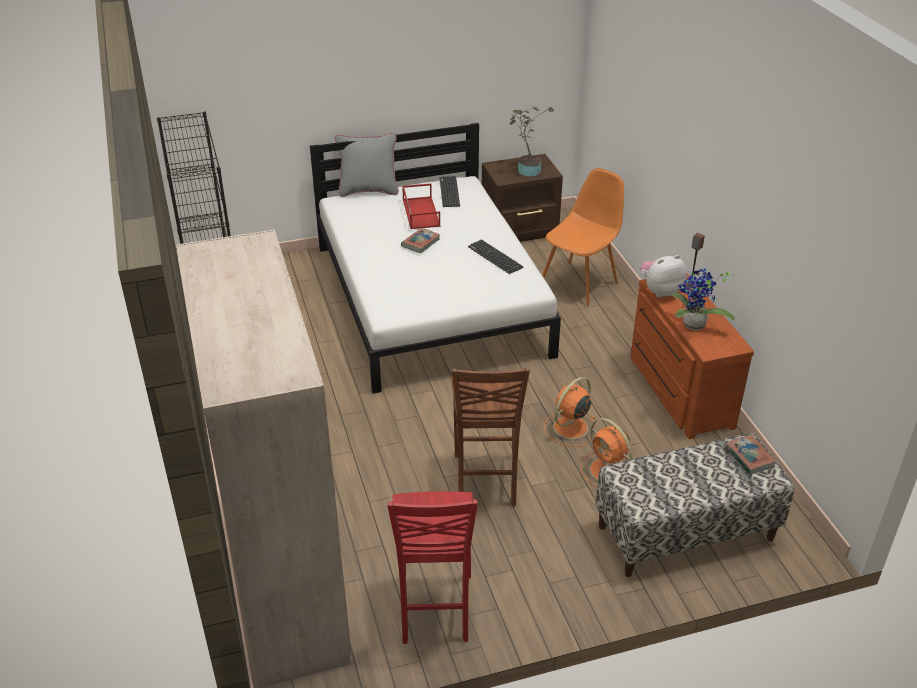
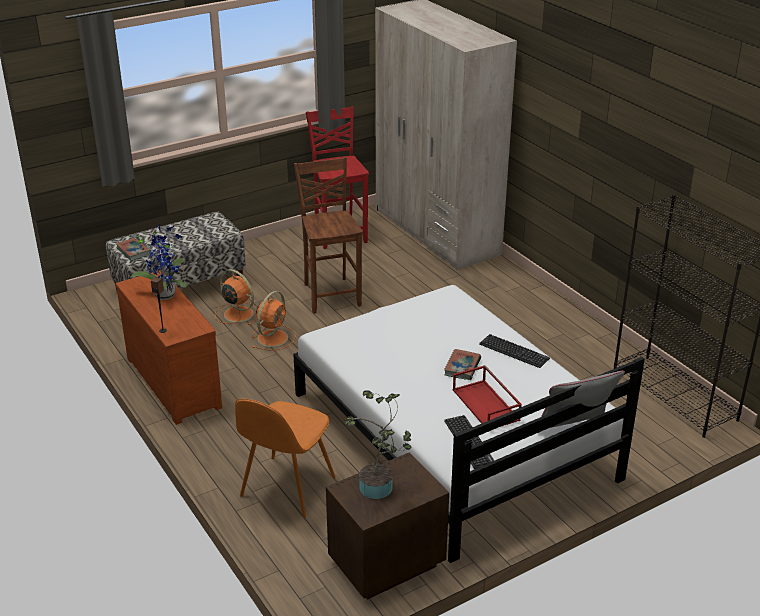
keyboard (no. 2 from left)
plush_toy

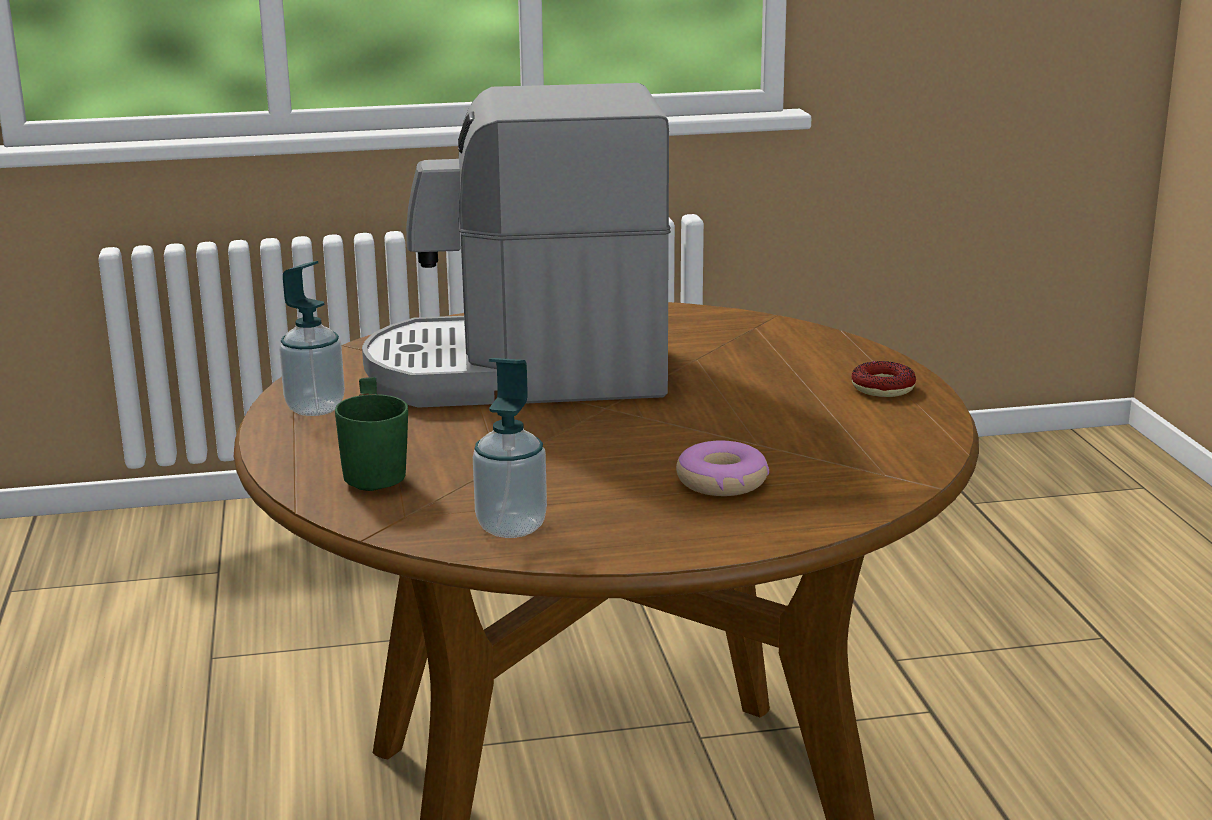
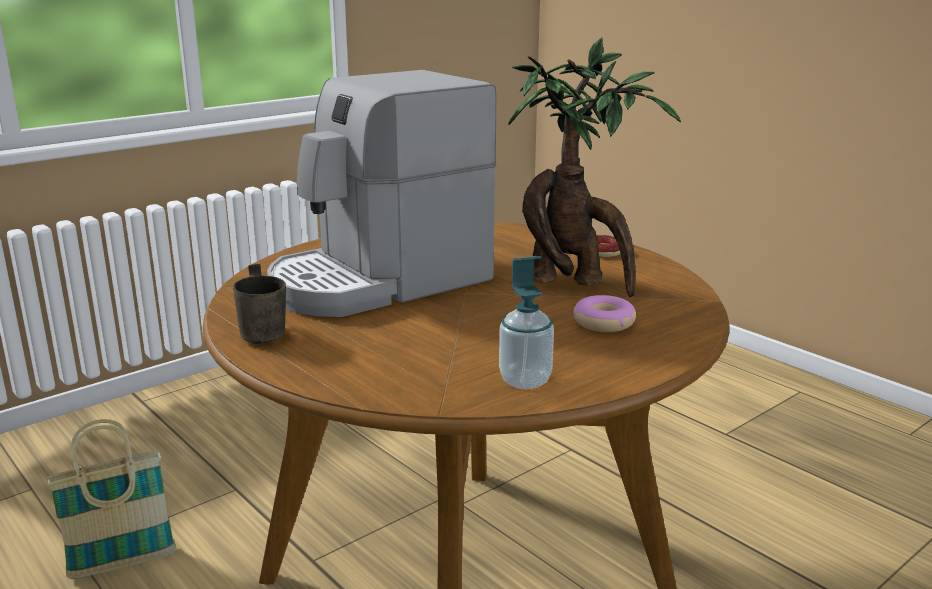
grey_mug
green_mug
basket
potted_plant

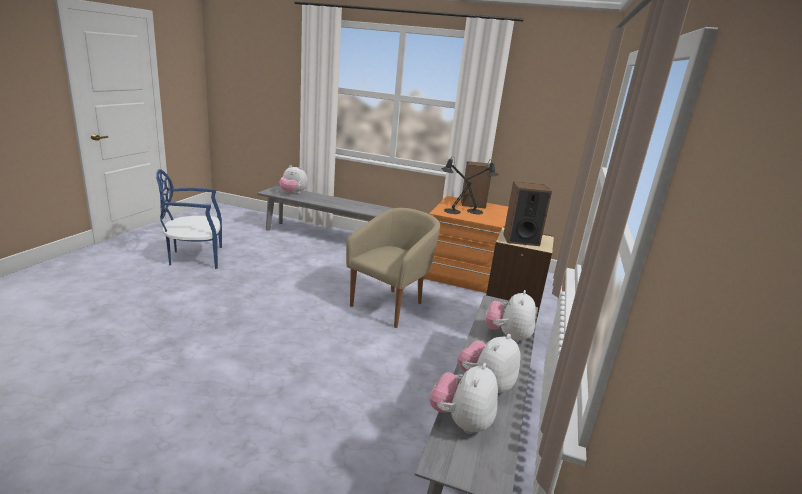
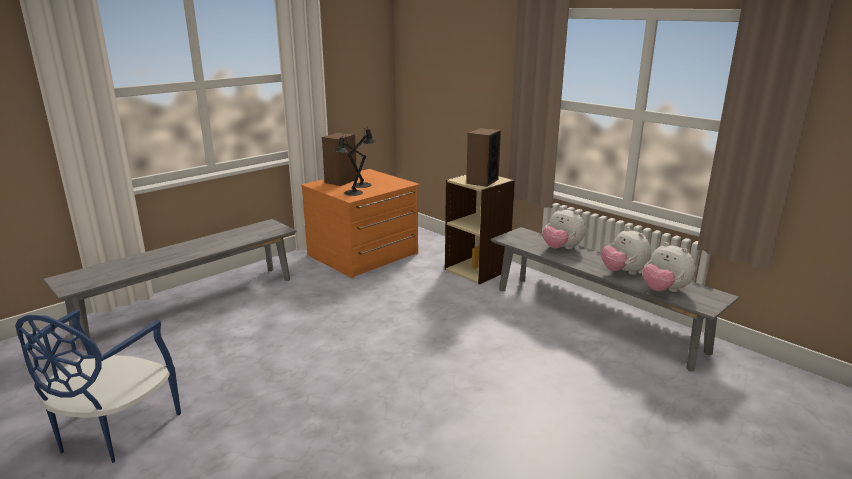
plush_toy (no. 1 from left in the first image)
beige_armchair

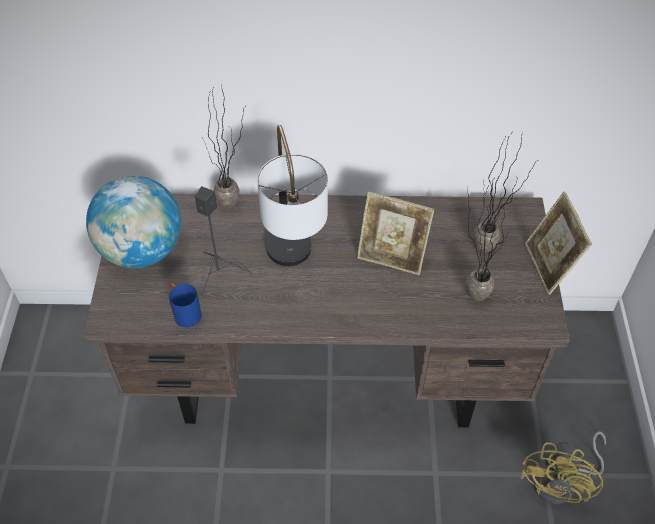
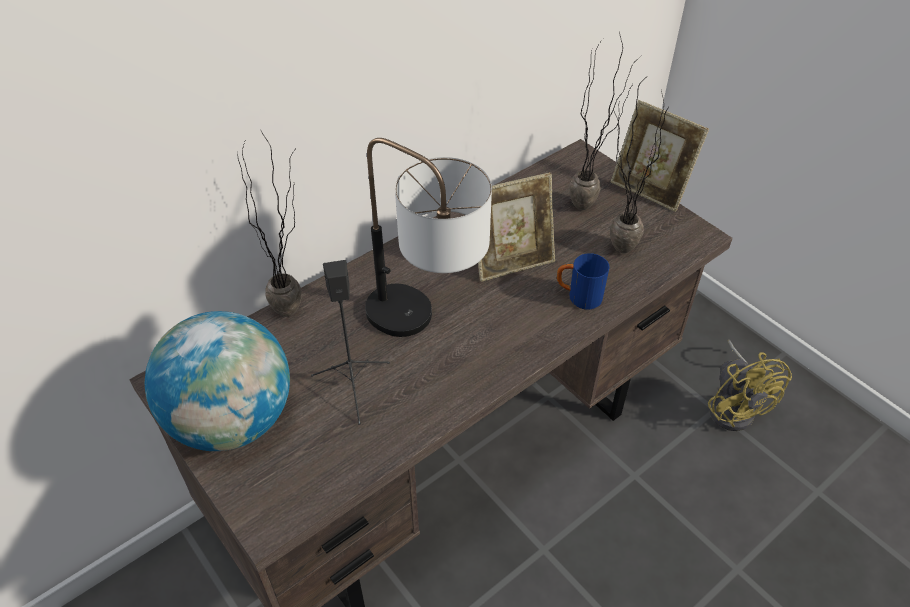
blue_mug

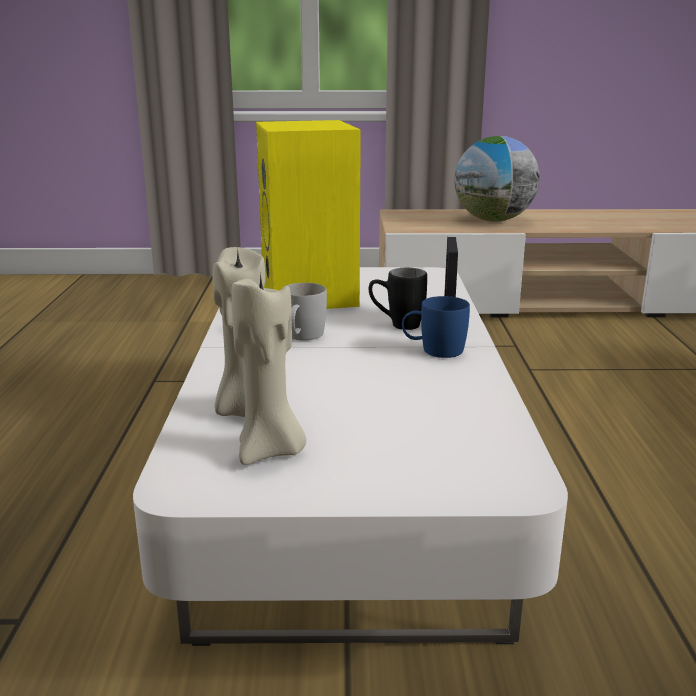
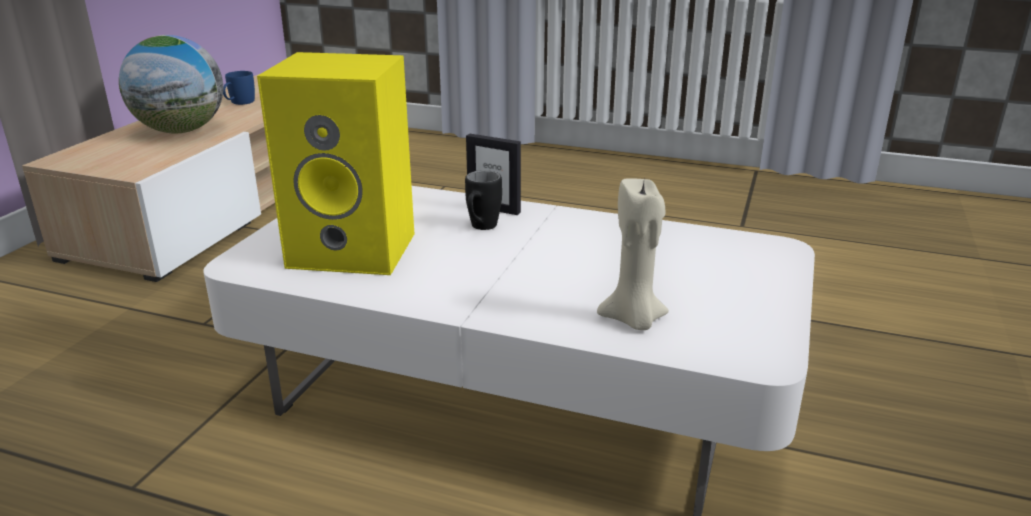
beige_candle (no. 2 from left in the first image)
white_mug
blue_mug

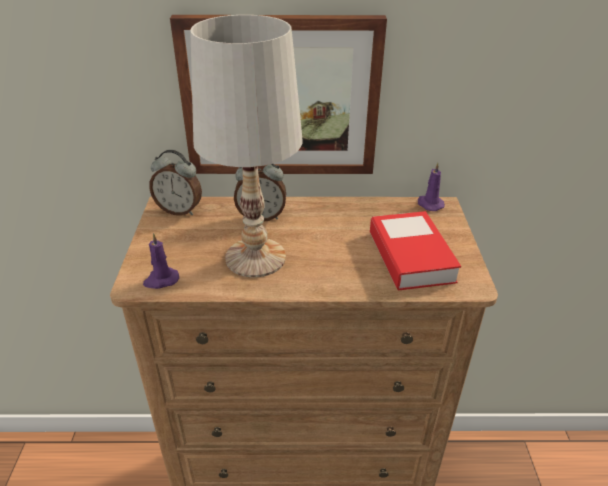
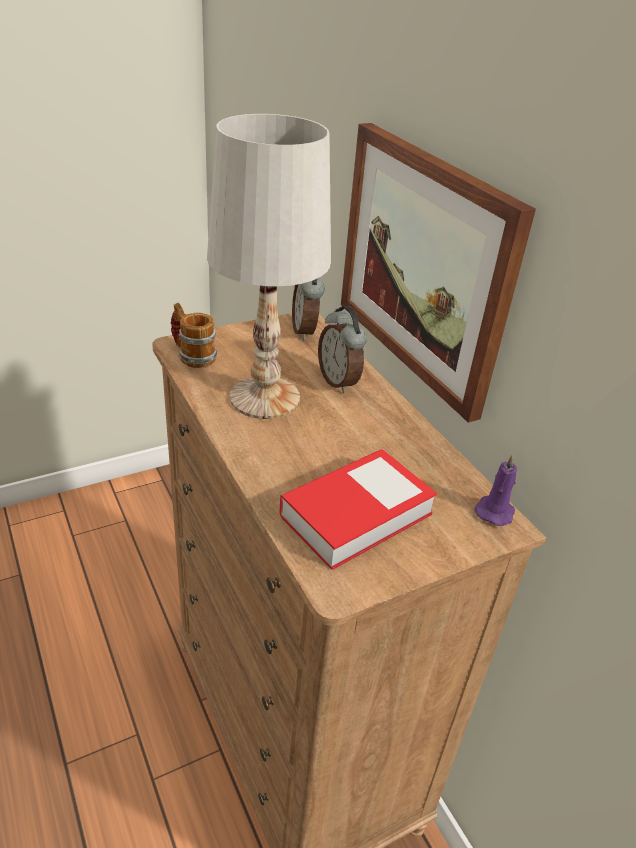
mug

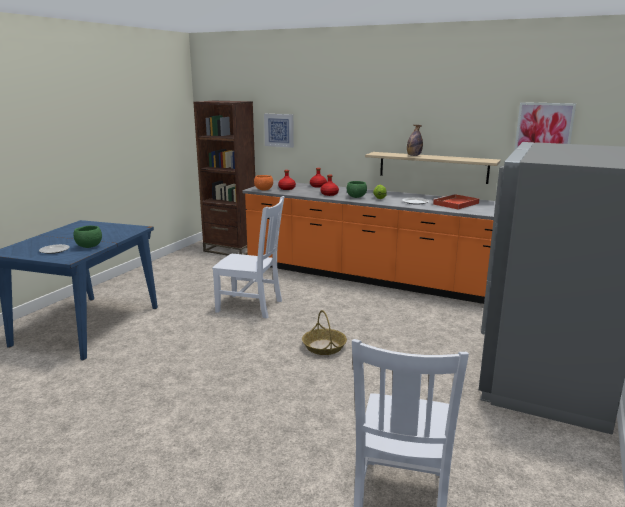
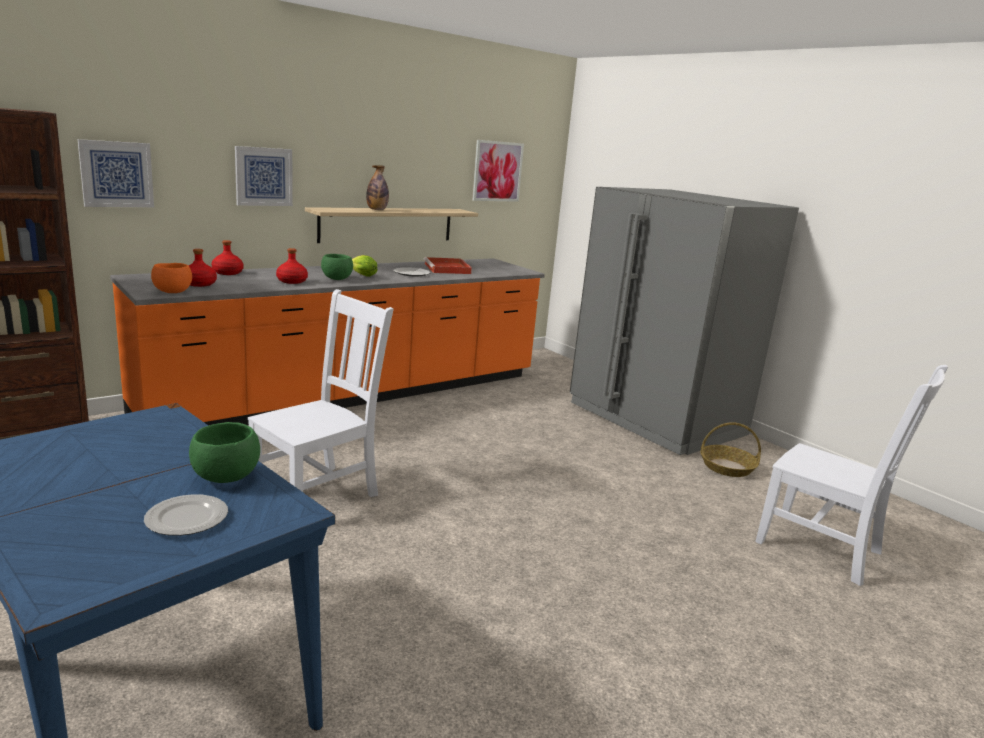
basket
picture (no. 2 from left)

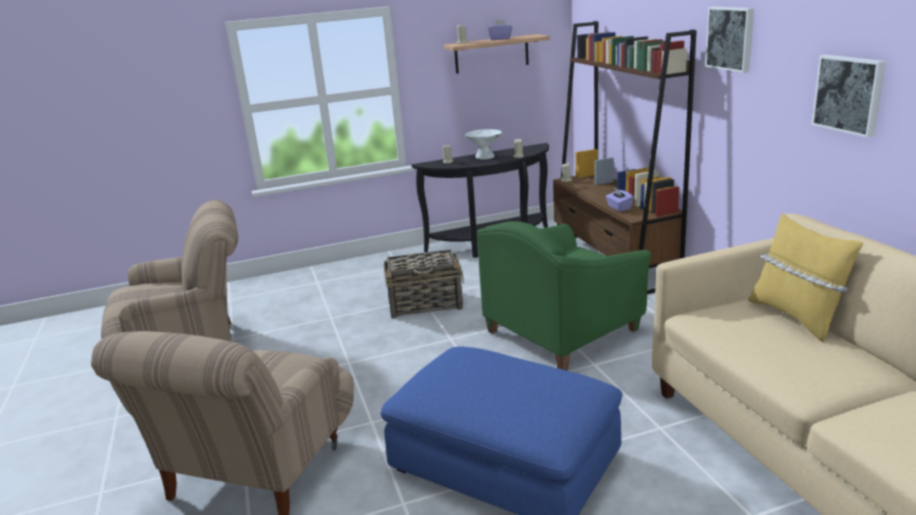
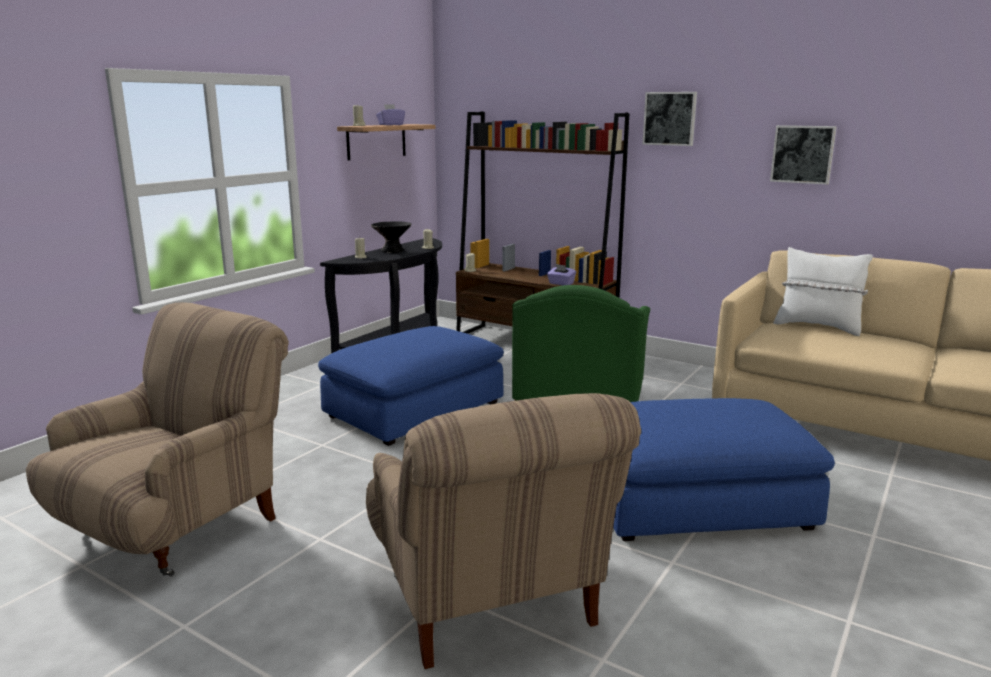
blue_ottoman (no. 1 from left)
black_bowl
white_pillow

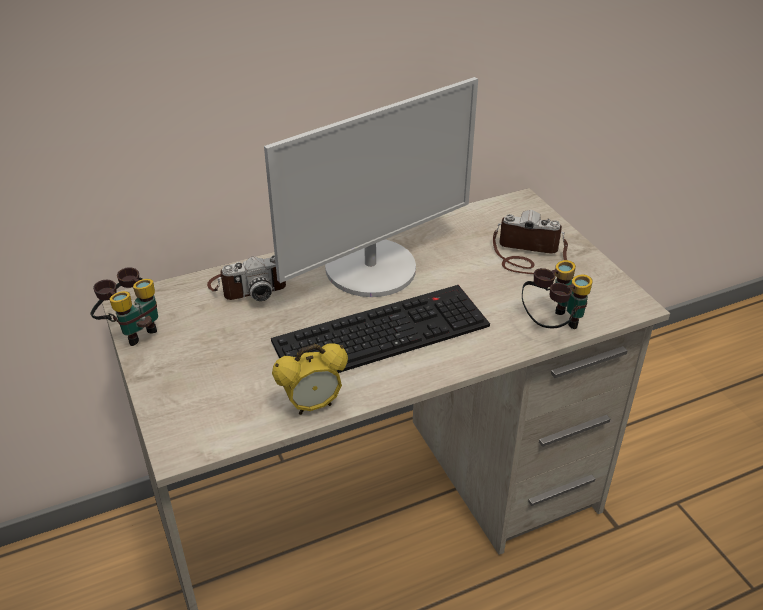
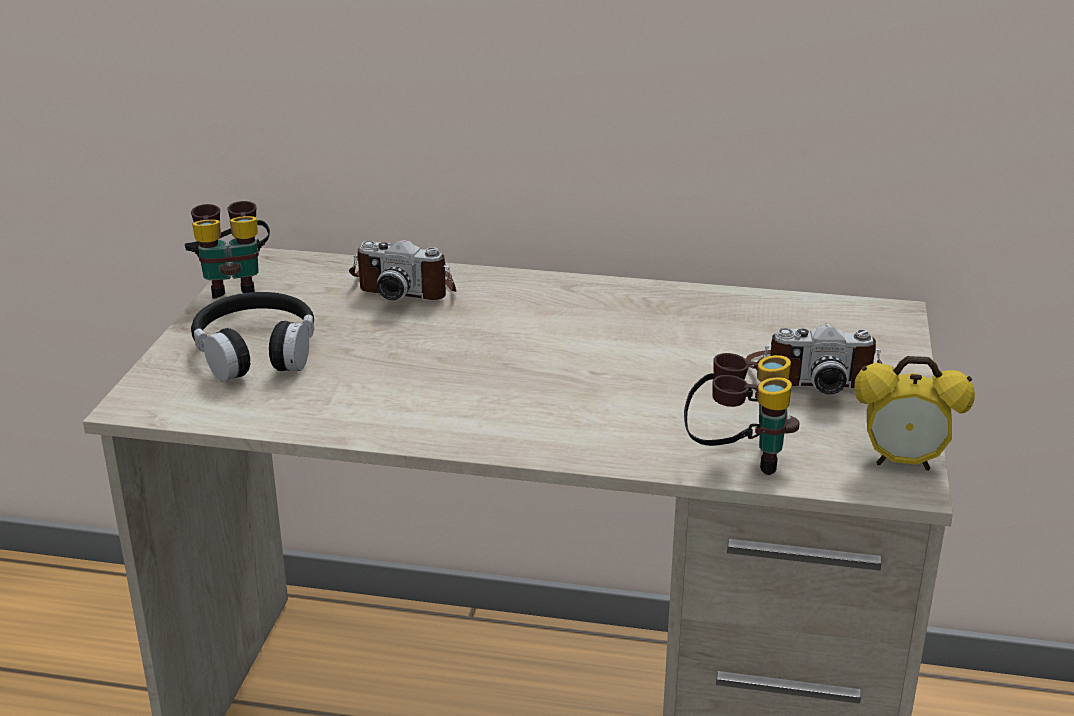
monitor
keyboard
alarm_clock
photo_camera (no. 2 from left)
black_headphones

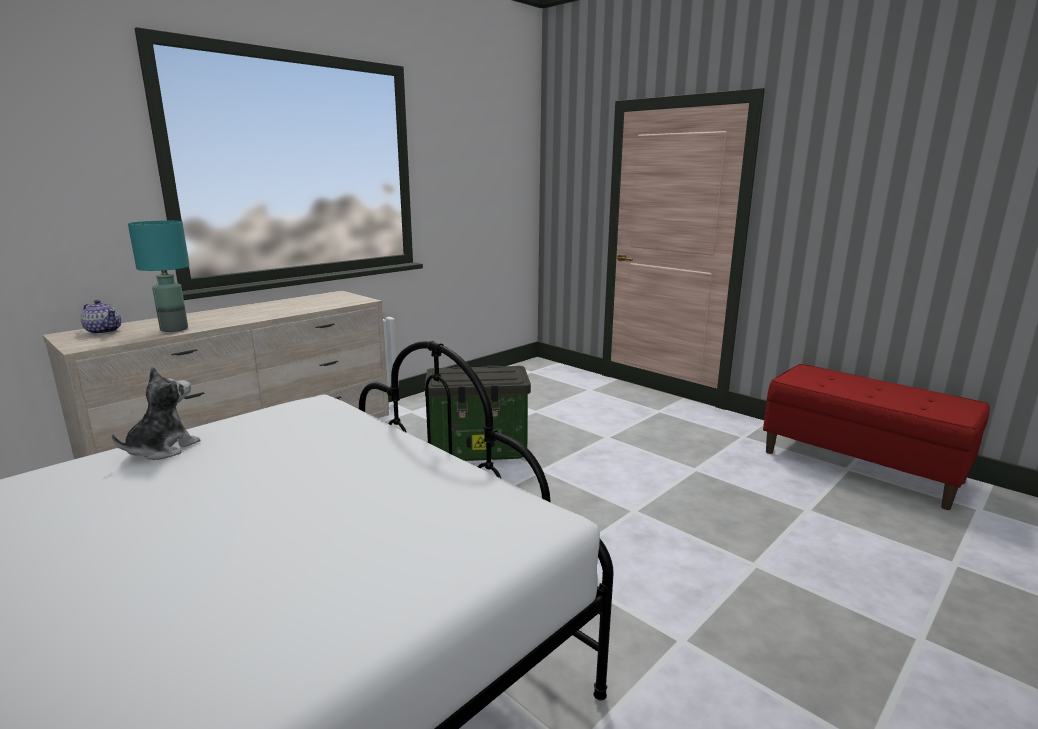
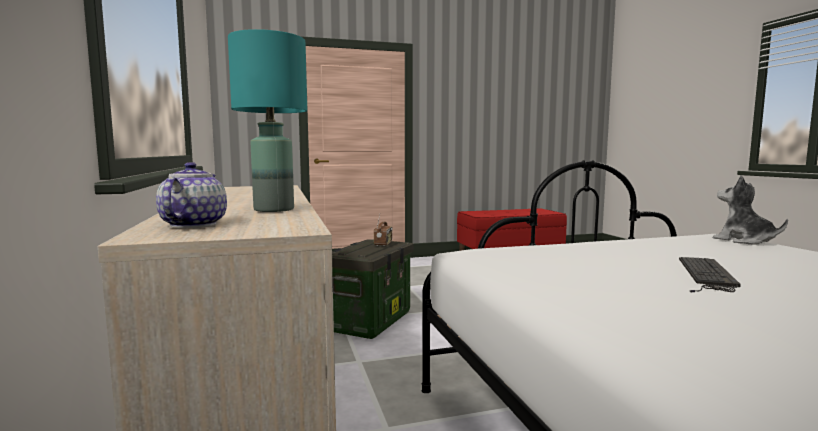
teapot
plush_toy
radio
keyboard

